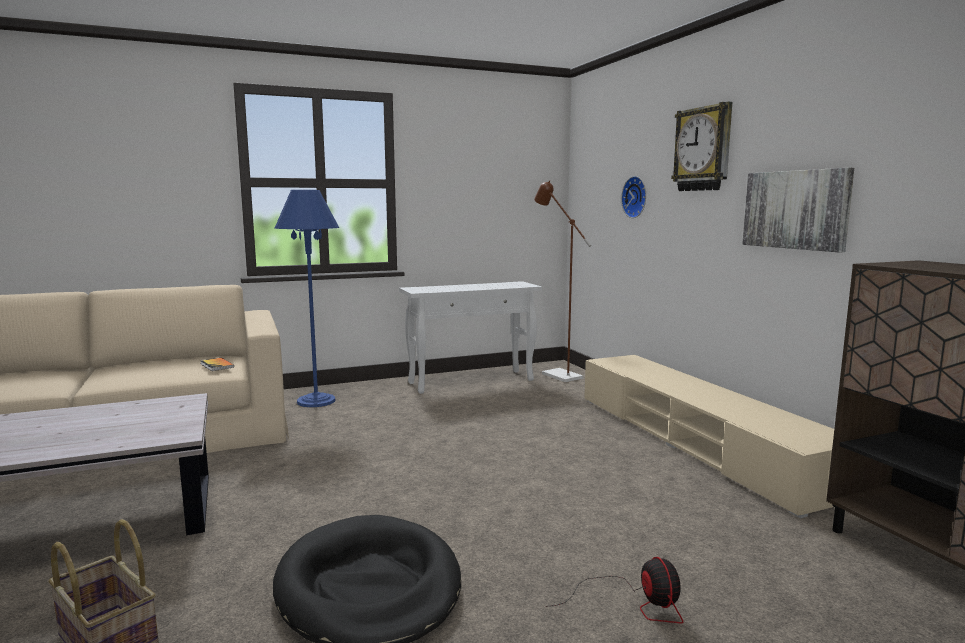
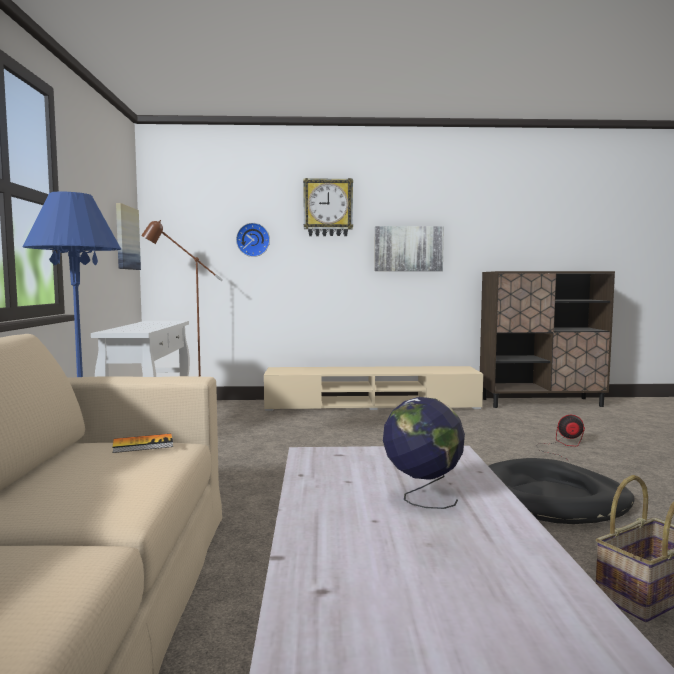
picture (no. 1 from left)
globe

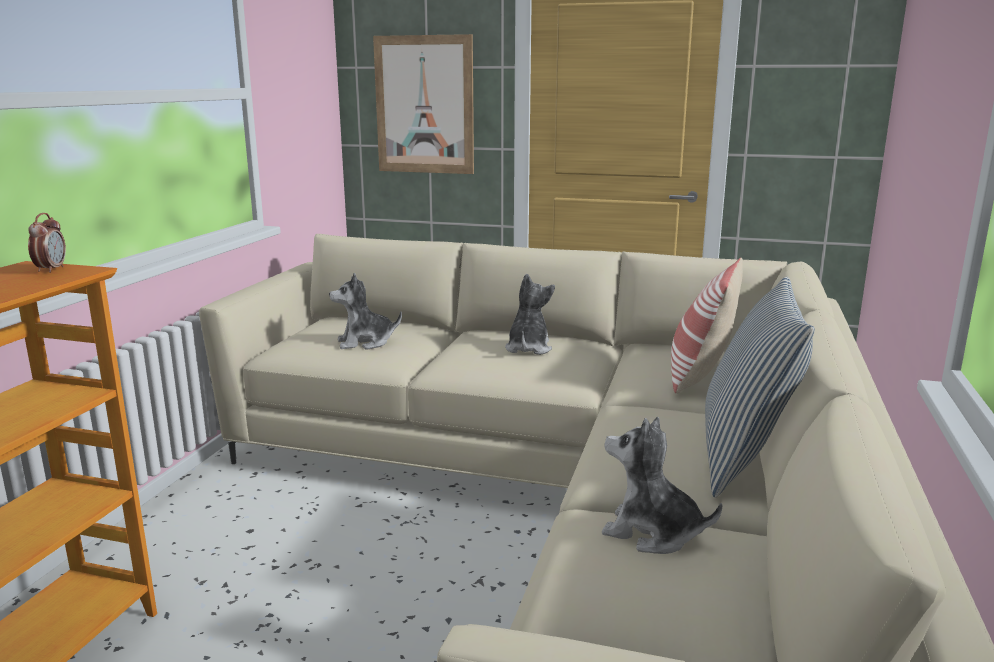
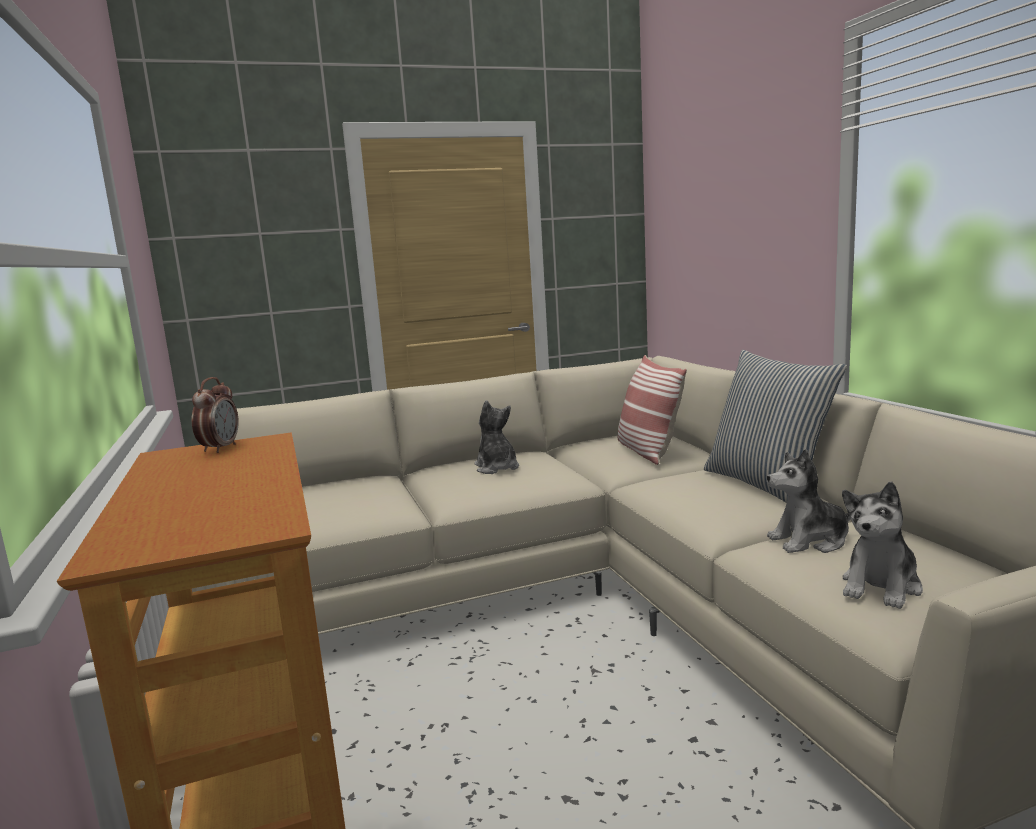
alarm_clock
plush_toy (no. 3 from left)
picture

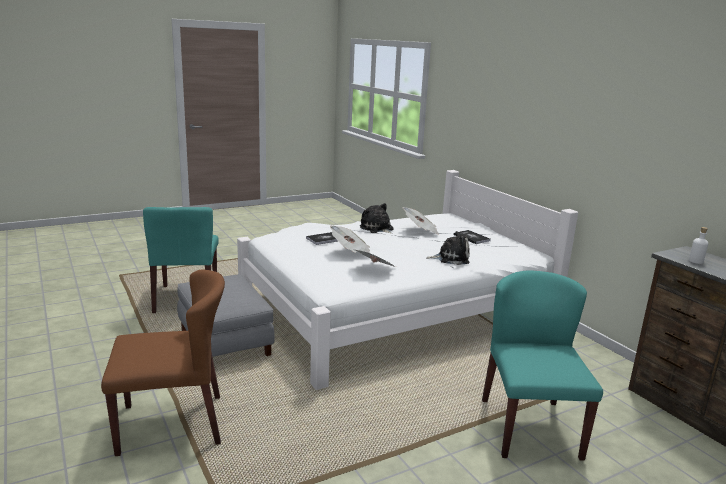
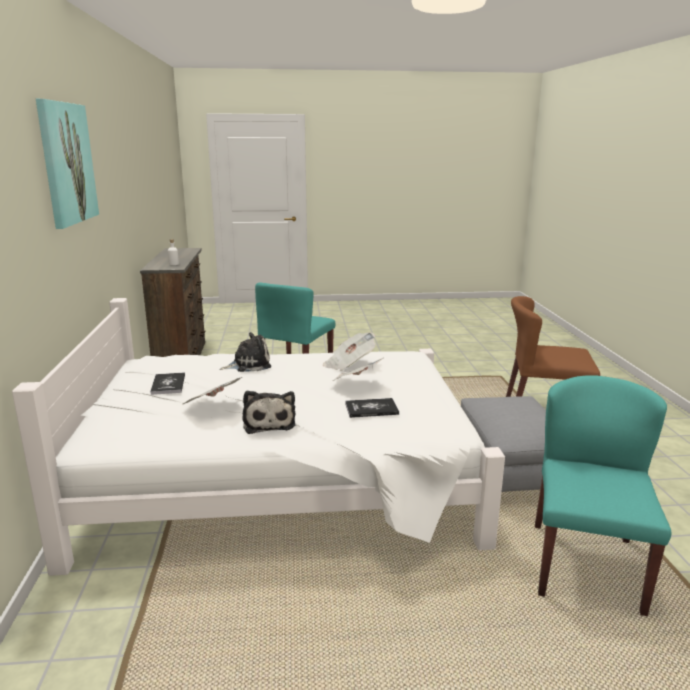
plush_toy (no. 1 from left)
picture

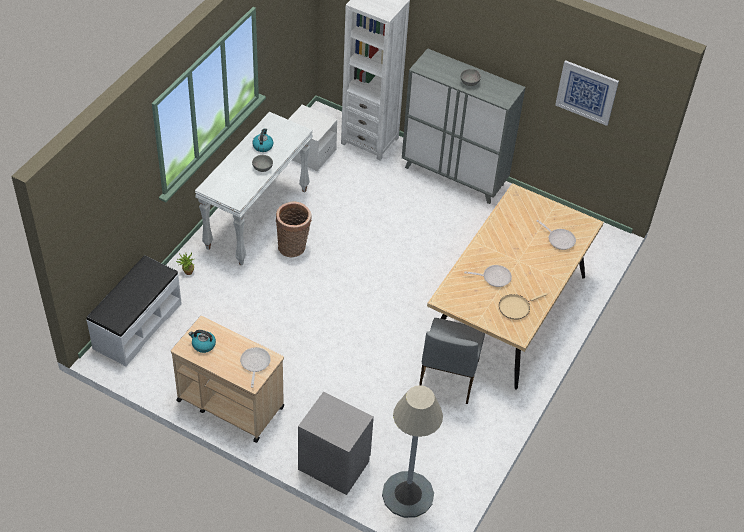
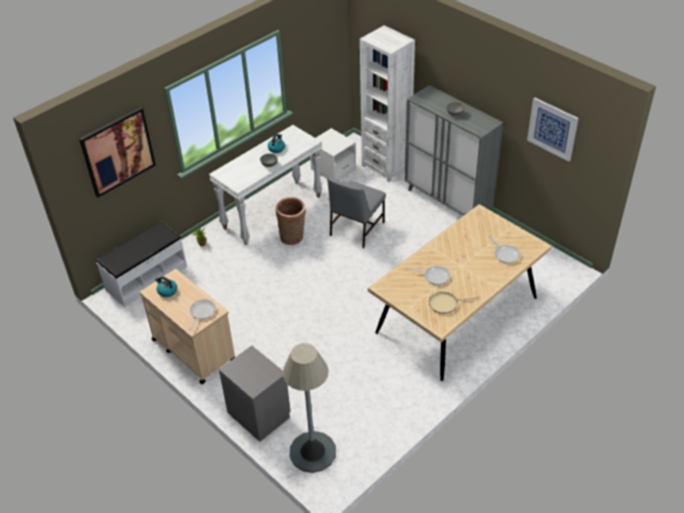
grey_chair
picture (no. 1 from left)

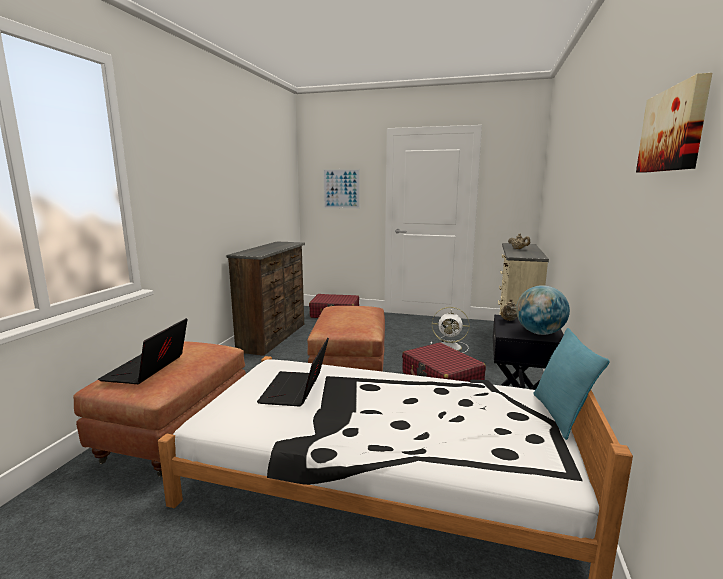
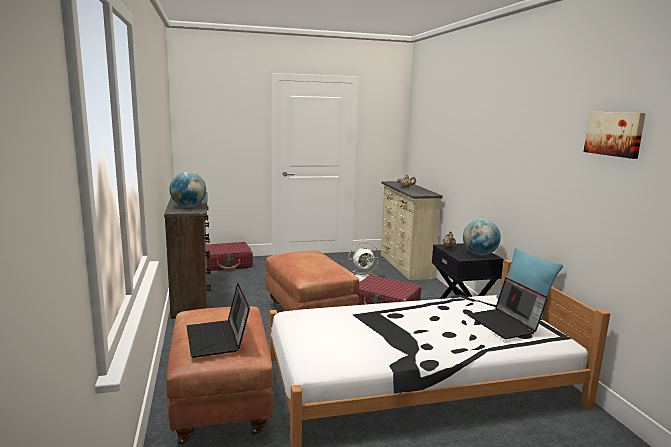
laptop (no. 2 from left)
picture (no. 1 from left in the first image)
globe (no. 1 from left)

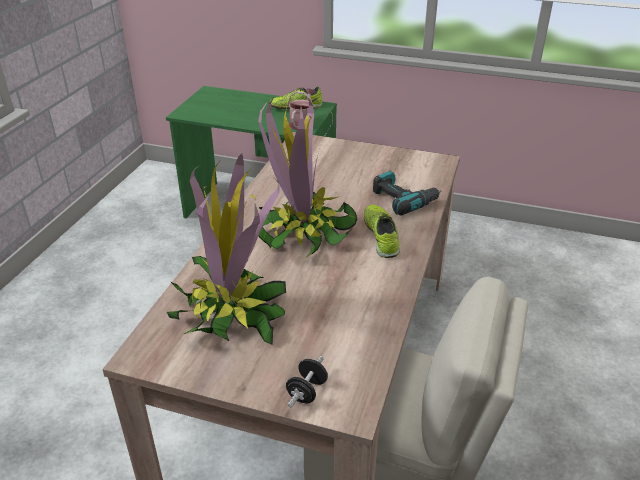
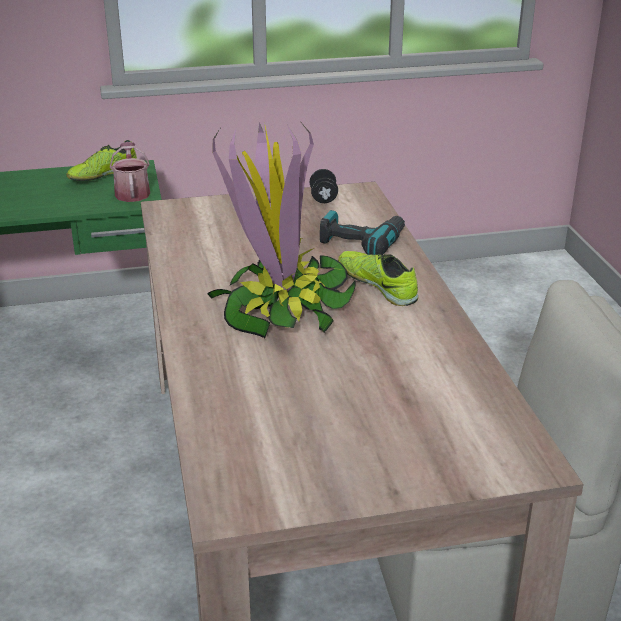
potted_plant (no. 1 from left in the first image)
black_dumbbell

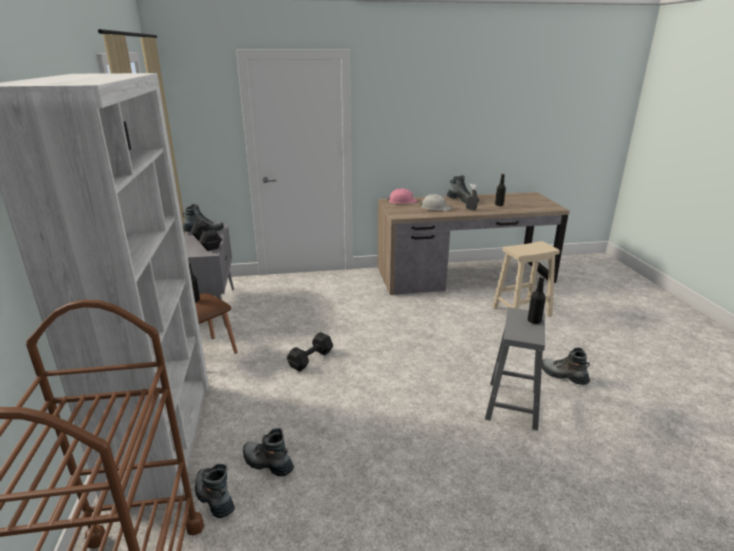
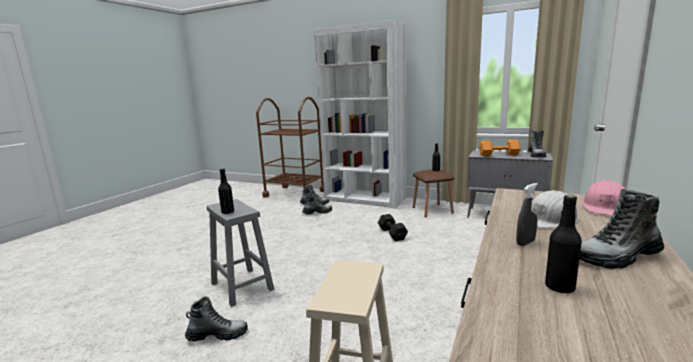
orange_dumbbell

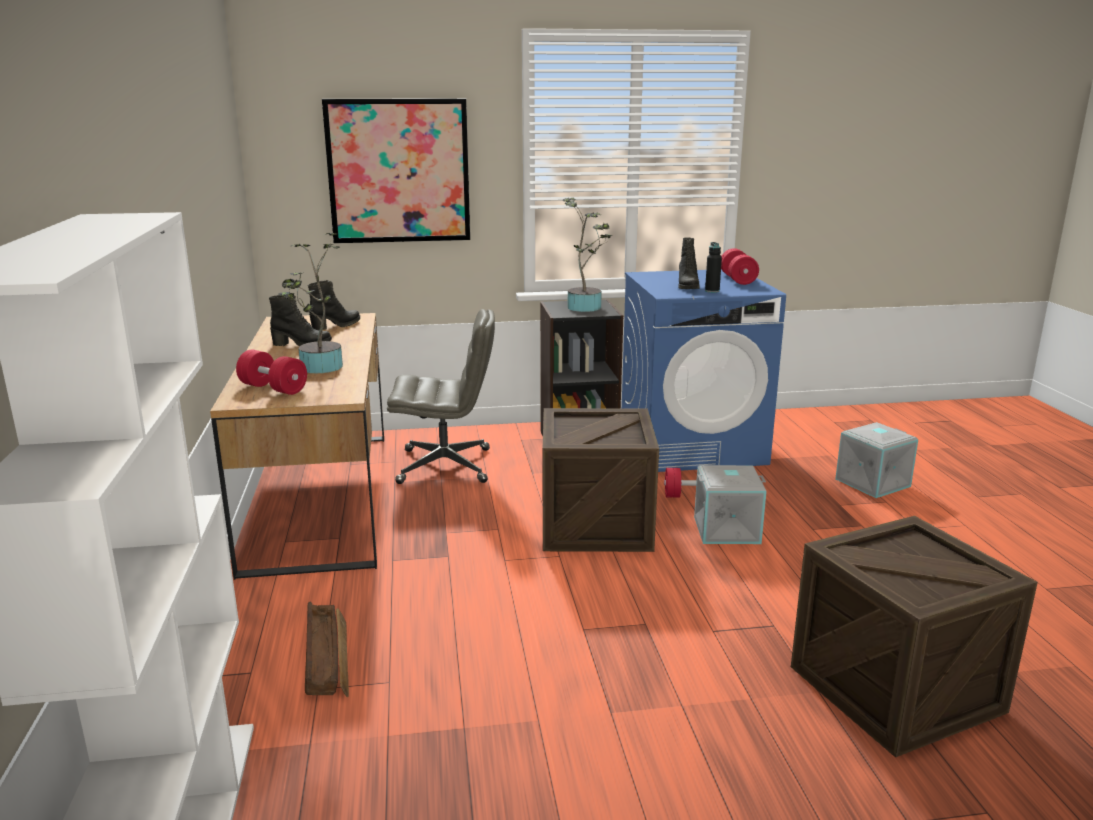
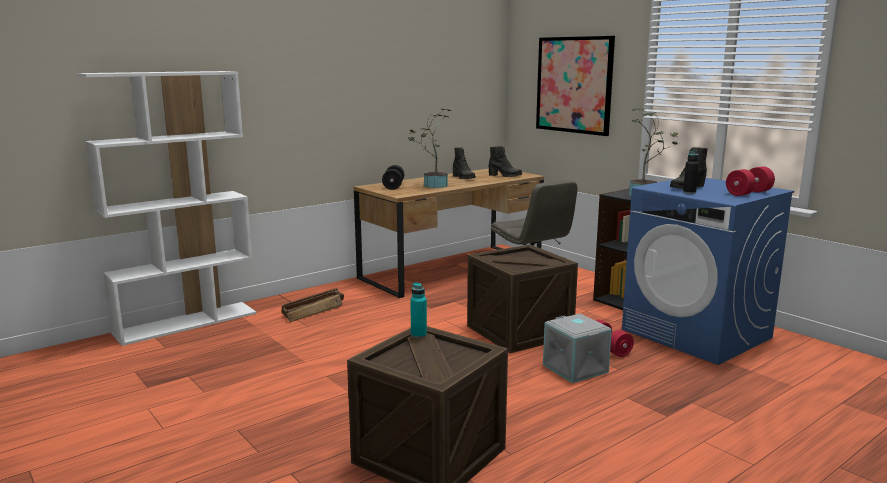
black_dumbbell
grey_storage_box (no. 2 from left in the first image)
turquoise_bottle

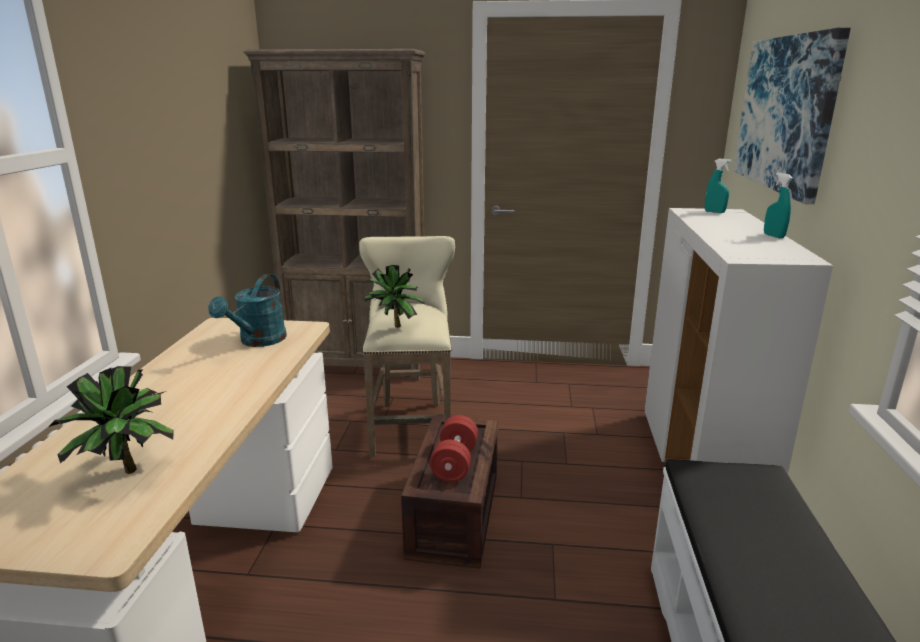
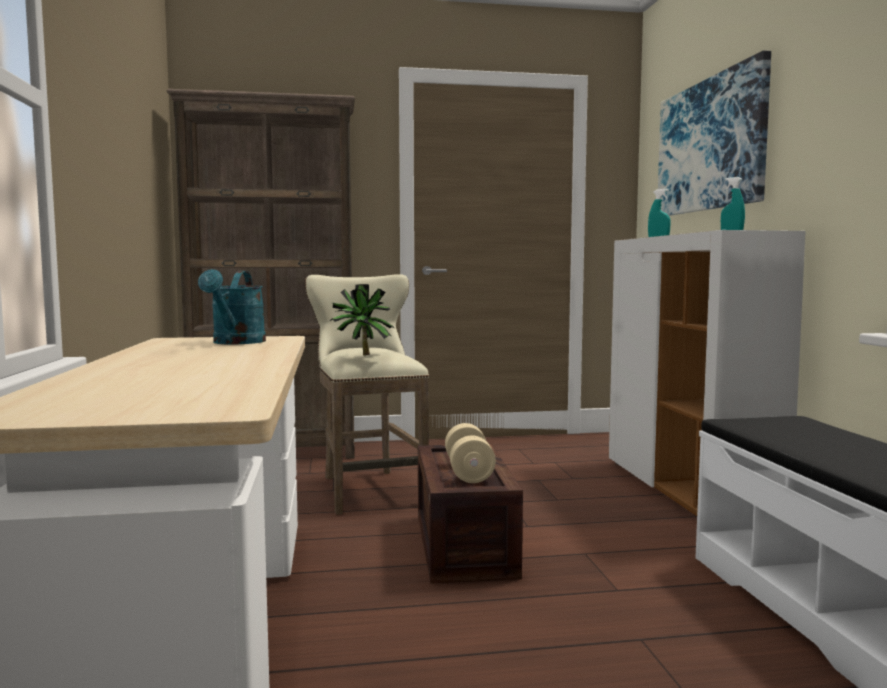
potted_plant (no. 1 from left in the first image)
beige_dumbbell

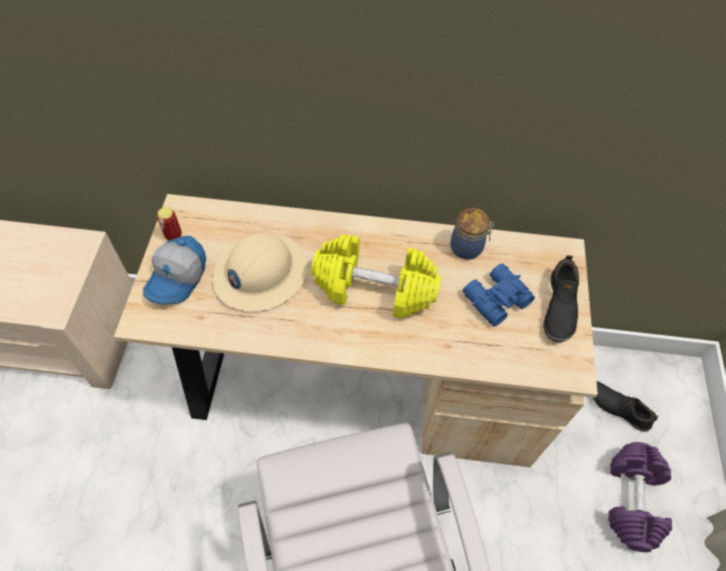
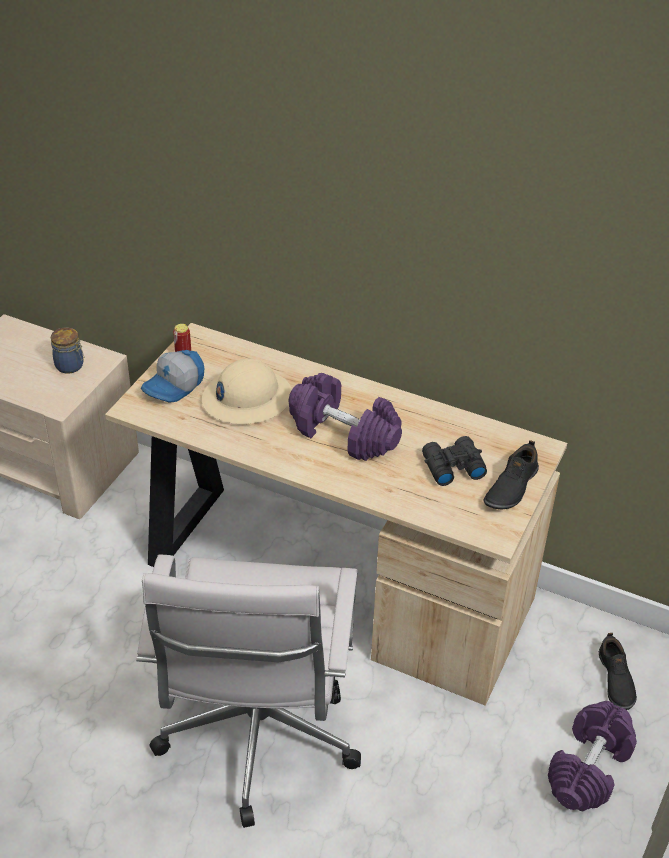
purple_dumbbell (no. 1 from left)
jar
black_binoculars
black_shoe (no. 2 from left)

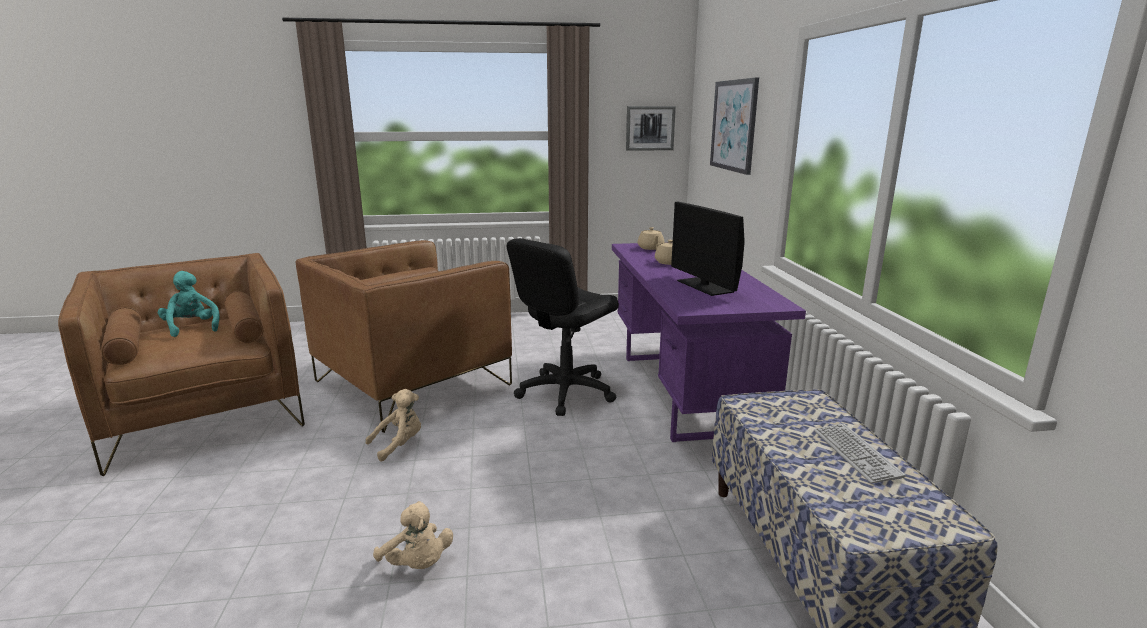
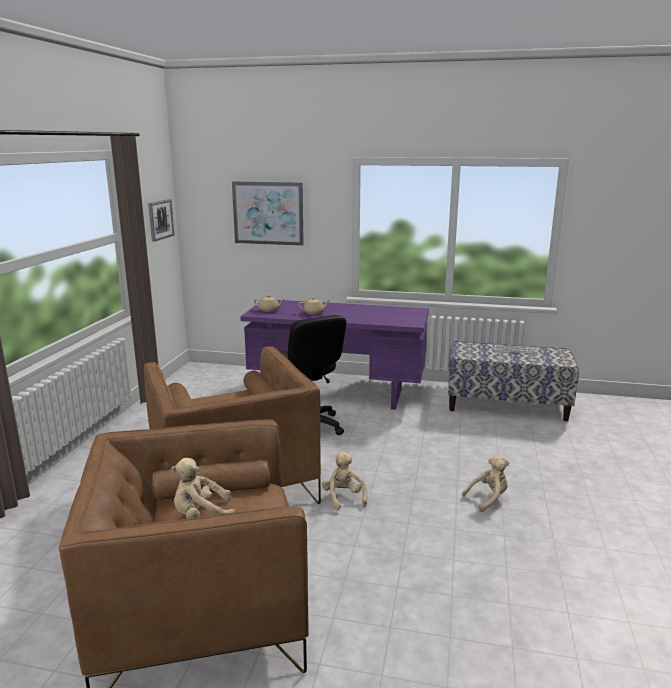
beige_plush_toy (no. 1 from left)
monitor

